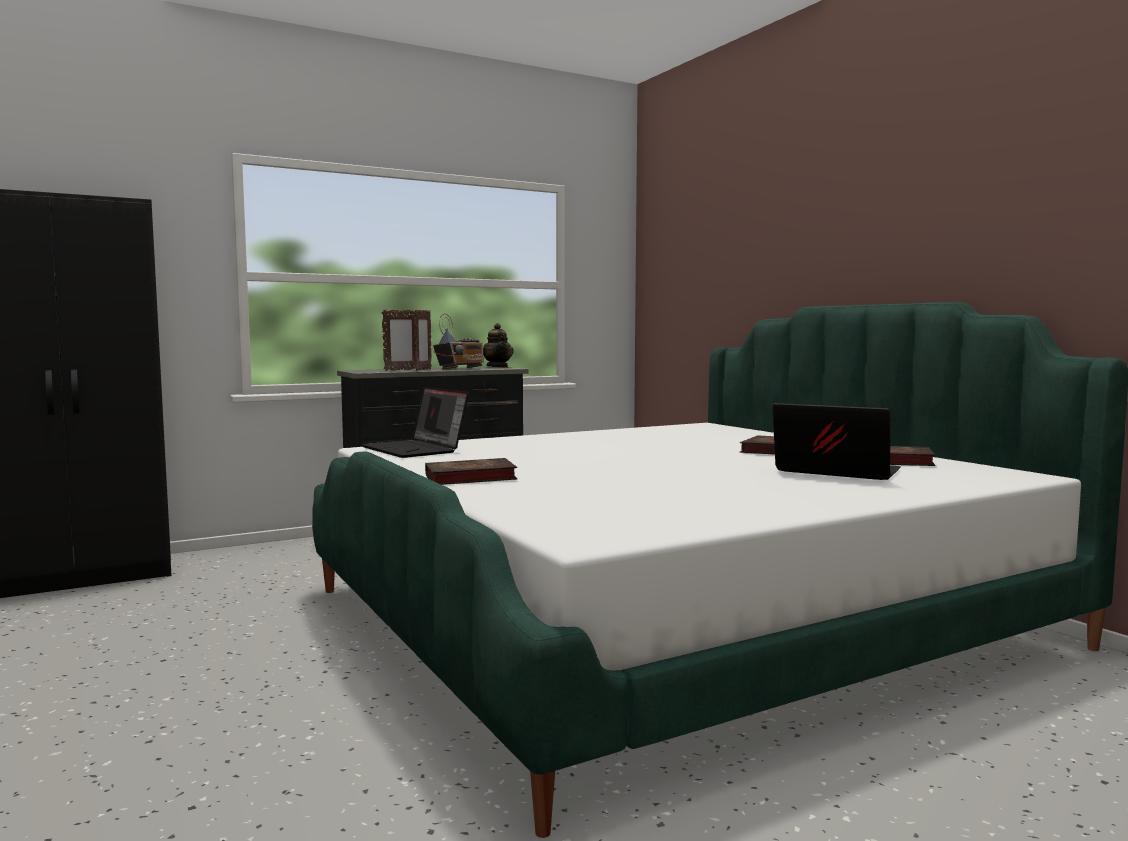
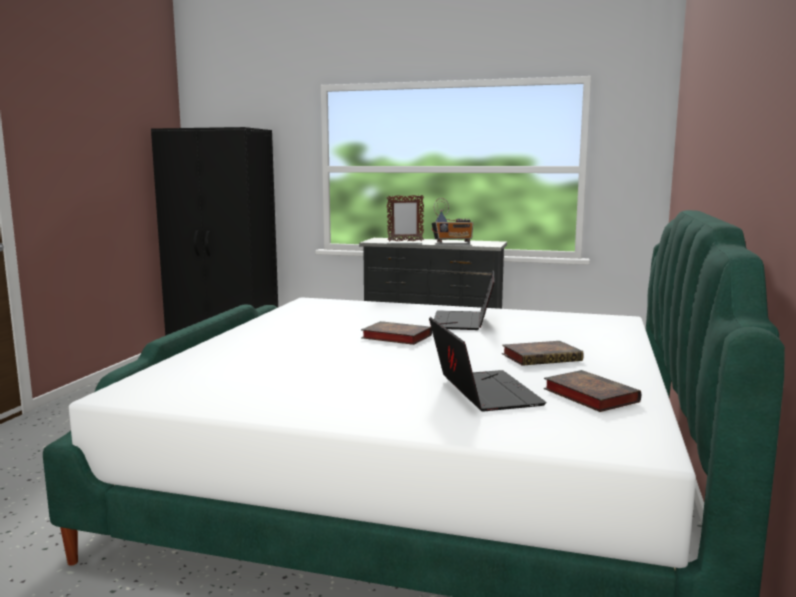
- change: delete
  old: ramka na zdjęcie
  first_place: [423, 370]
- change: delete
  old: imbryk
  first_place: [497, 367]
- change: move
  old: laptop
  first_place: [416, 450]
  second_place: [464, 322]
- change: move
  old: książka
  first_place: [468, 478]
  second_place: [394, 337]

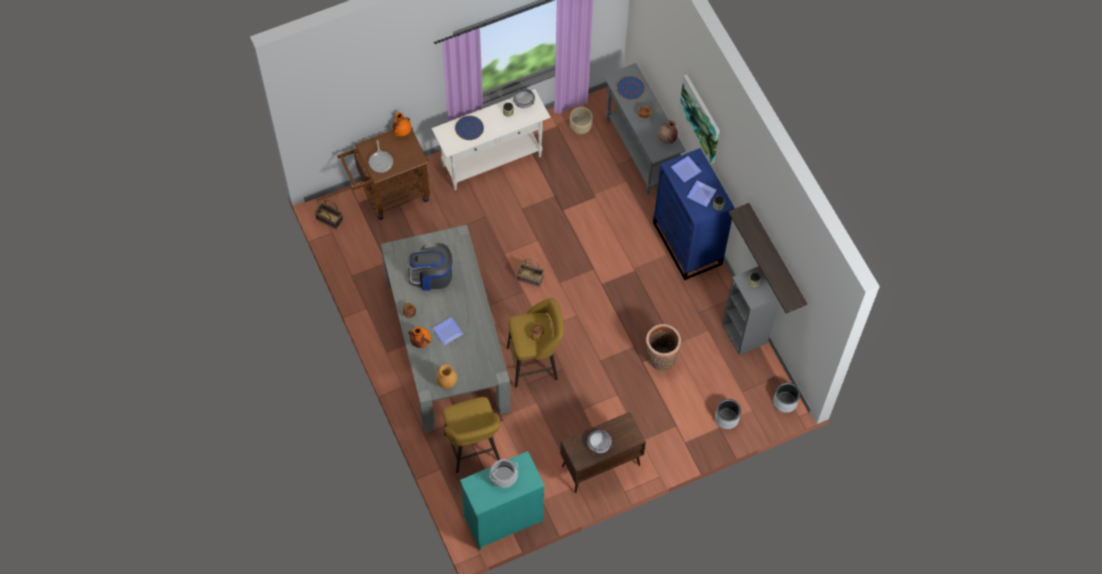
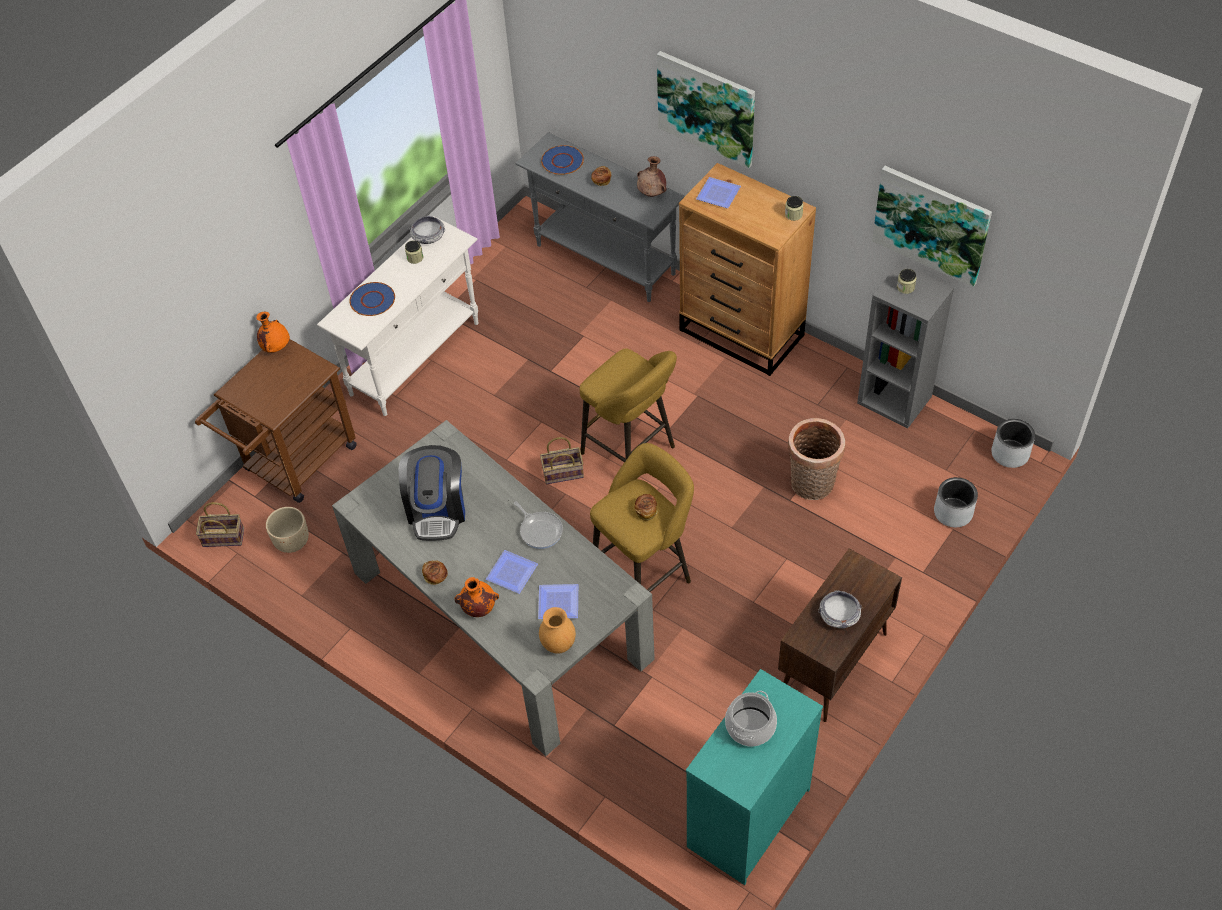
- change: move
  old: patelnia
  first_place: [381, 161]
  second_place: [540, 530]
- change: move
  old: stołek [żółty]
  first_place: [473, 450]
  second_place: [631, 453]
- change: move
  old: donica [beżowy]
  first_place: [581, 127]
  second_place: [292, 541]
- change: move
  old: talerz
  first_place: [702, 195]
  second_place: [560, 604]
- change: replace
  old: półka
  new: obraz
  first_place: [776, 258]
  second_place: [931, 224]
- change: recolor
  old: komoda [niebieski]
  new: komoda [brązowy]
  first_place: [687, 244]
  second_place: [742, 333]
- change: rotate
  old: ekspres do kawy
  first_place: [431, 275]
  second_place: [437, 509]
  degrees: -60

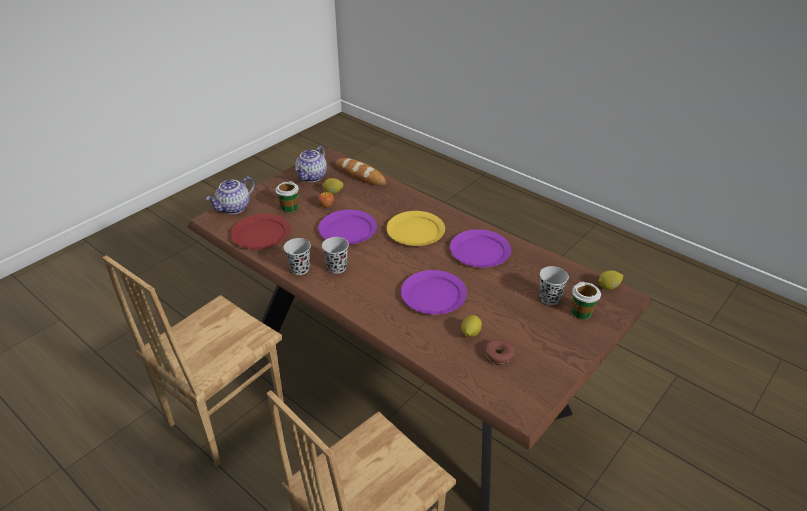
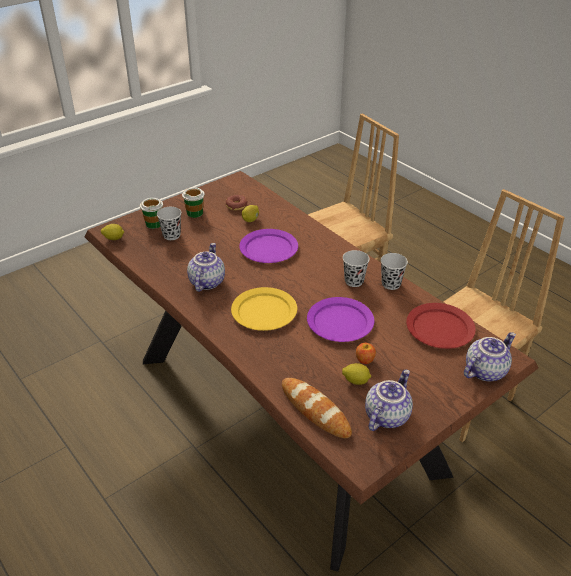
- change: move
  old: filiżanka
  first_place: [289, 207]
  second_place: [195, 213]
- change: replace
  old: talerz [fioletowy]
  new: imbryk
  first_place: [480, 251]
  second_place: [206, 282]

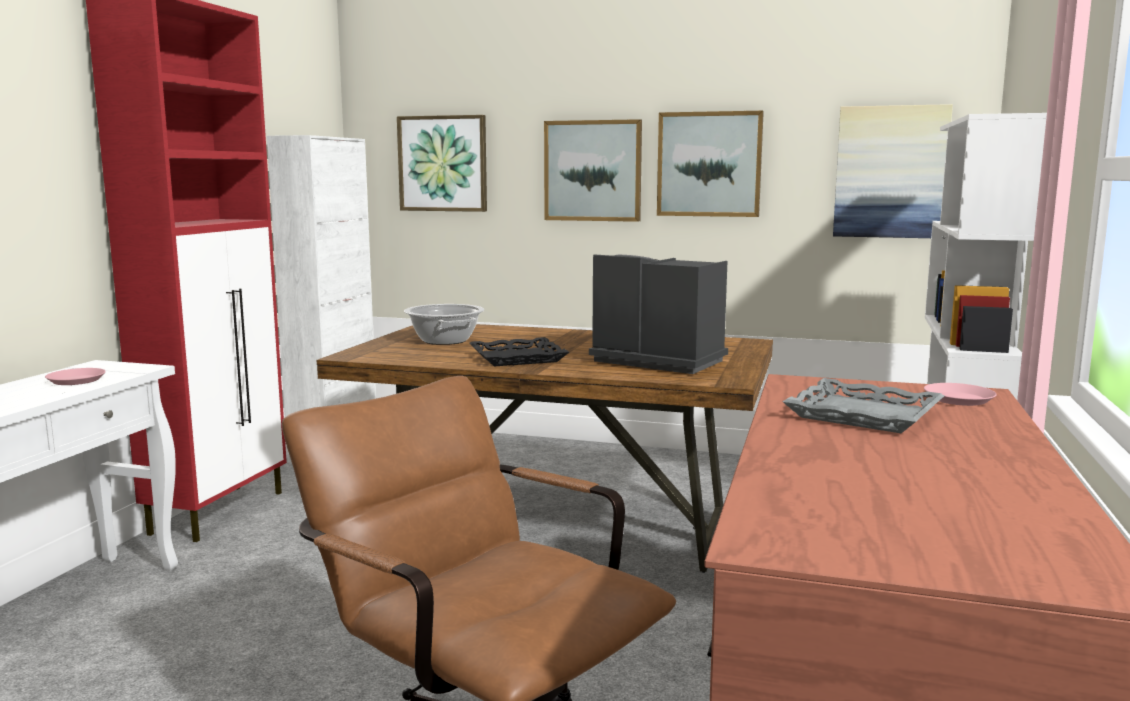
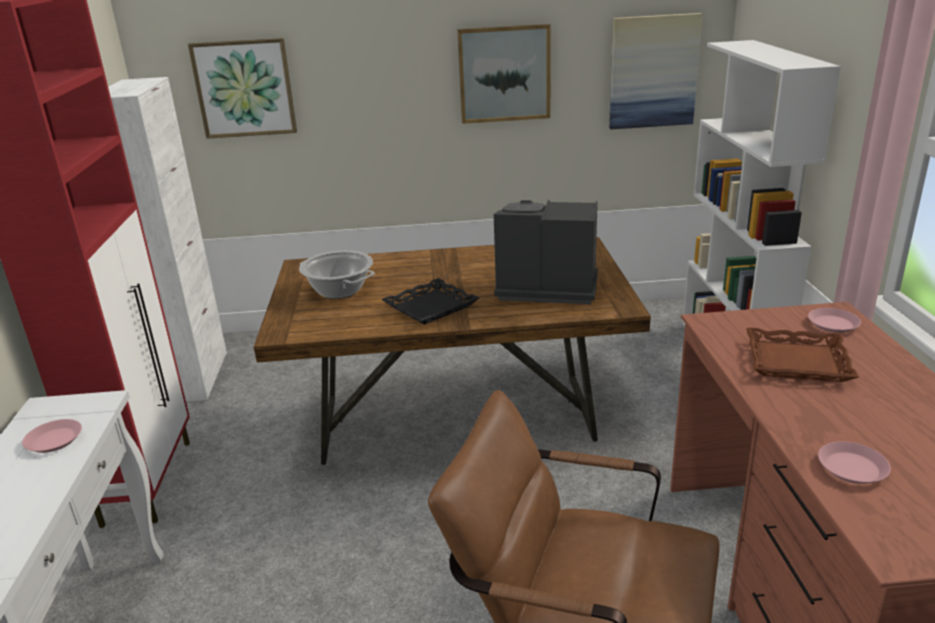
- change: delete
  old: obraz
  first_place: [593, 171]
- change: insert
  new: talerz [różowy]
  second_place: [851, 468]
- change: recolor
  old: taca [szary]
  new: taca [brązowy]
  first_place: [864, 414]
  second_place: [797, 361]

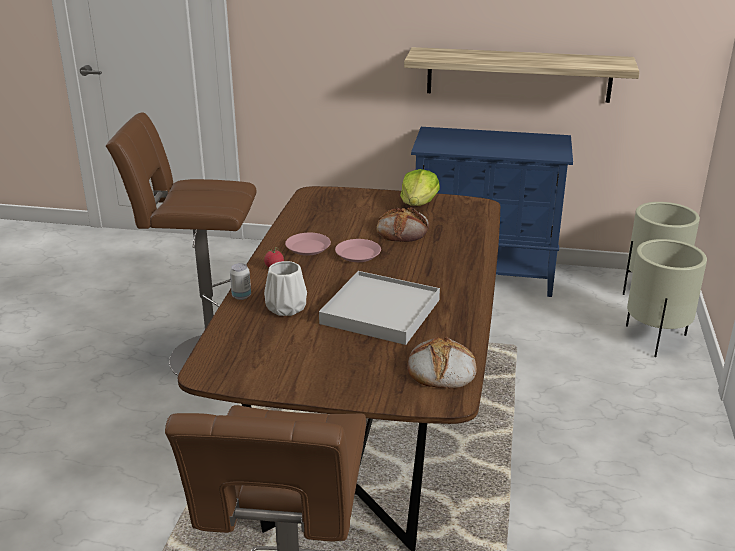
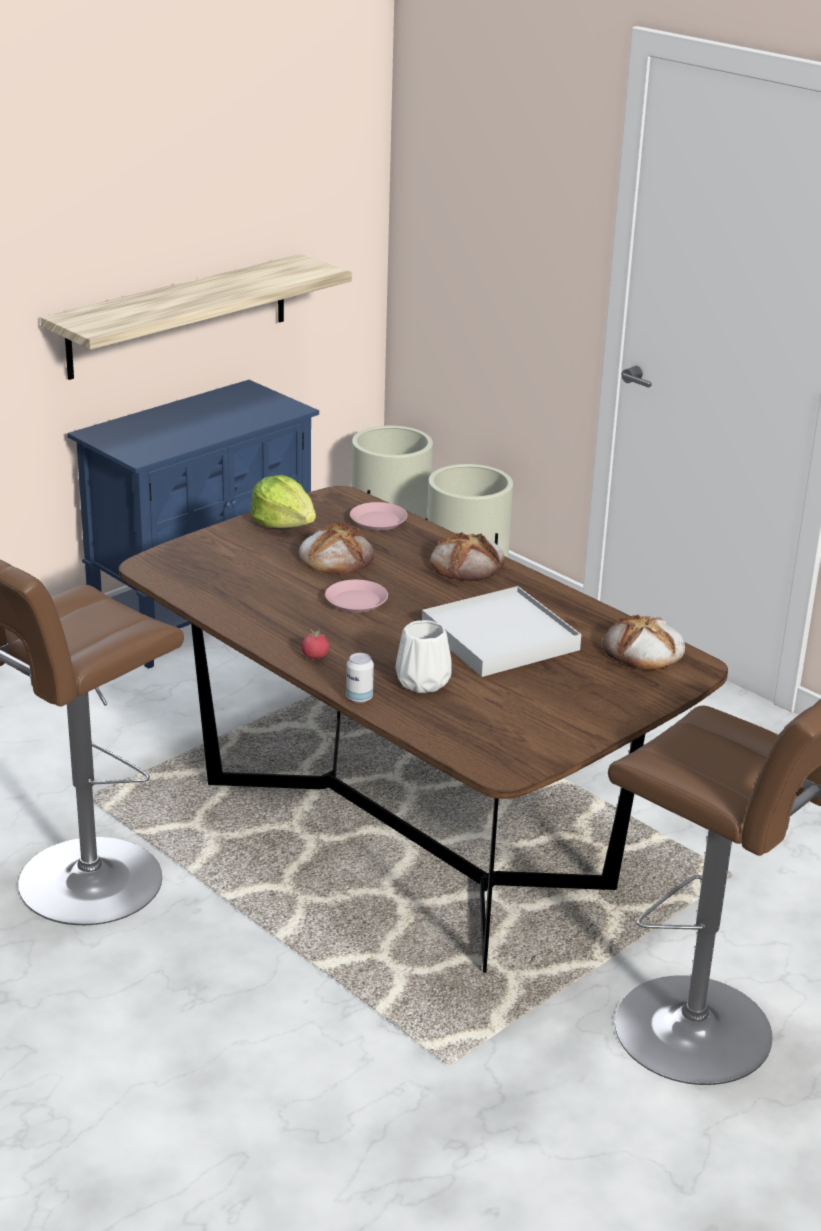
- change: insert
  new: chleb
  second_place: [467, 564]
- change: move
  old: talerz [różowy]
  first_place: [308, 248]
  second_place: [378, 521]

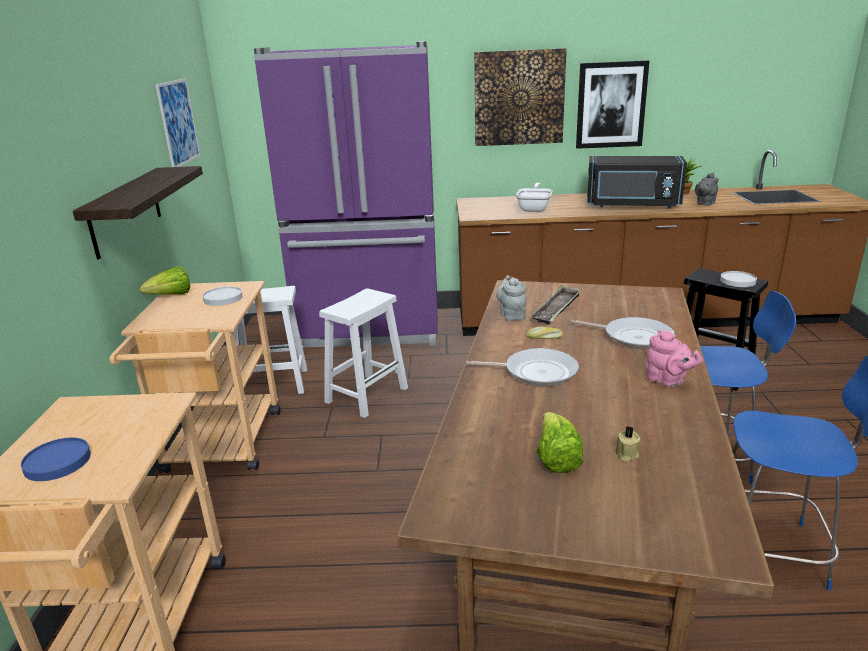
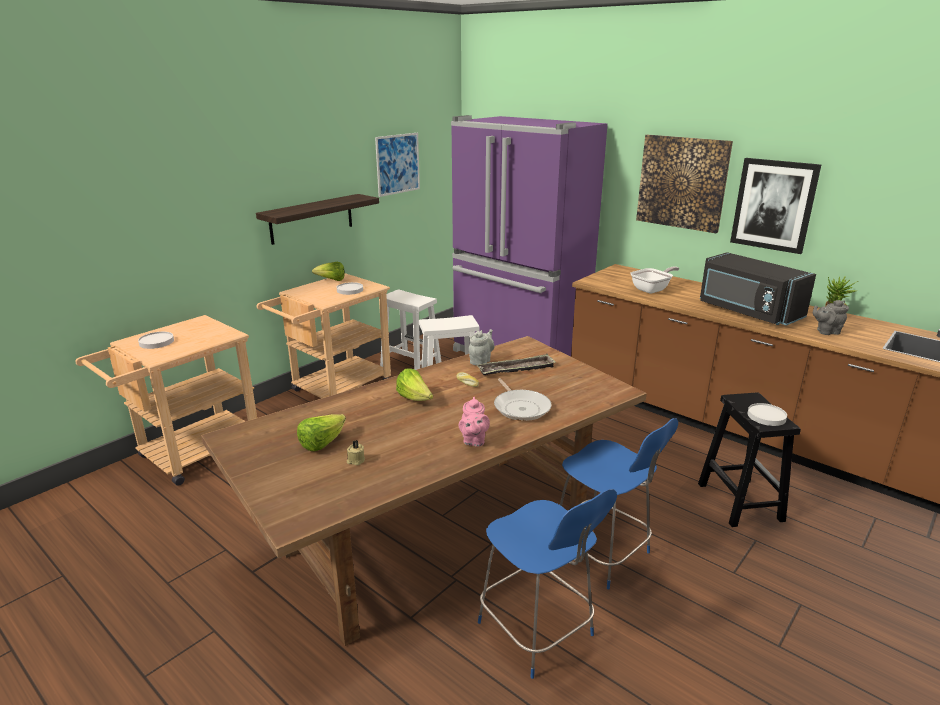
- change: replace
  old: patelnia
  new: sałata
  first_place: [536, 372]
  second_place: [415, 399]
- change: recolor
  old: talerz [niebieski]
  new: talerz [biały]
  first_place: [58, 462]
  second_place: [157, 342]

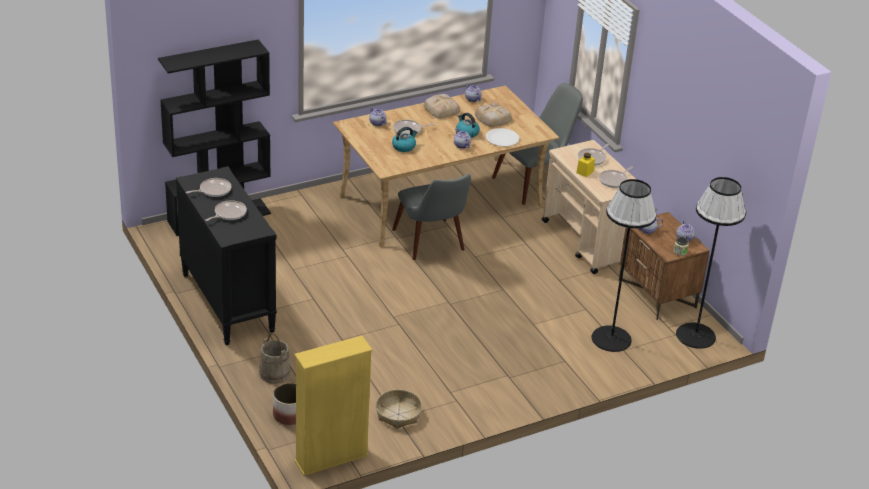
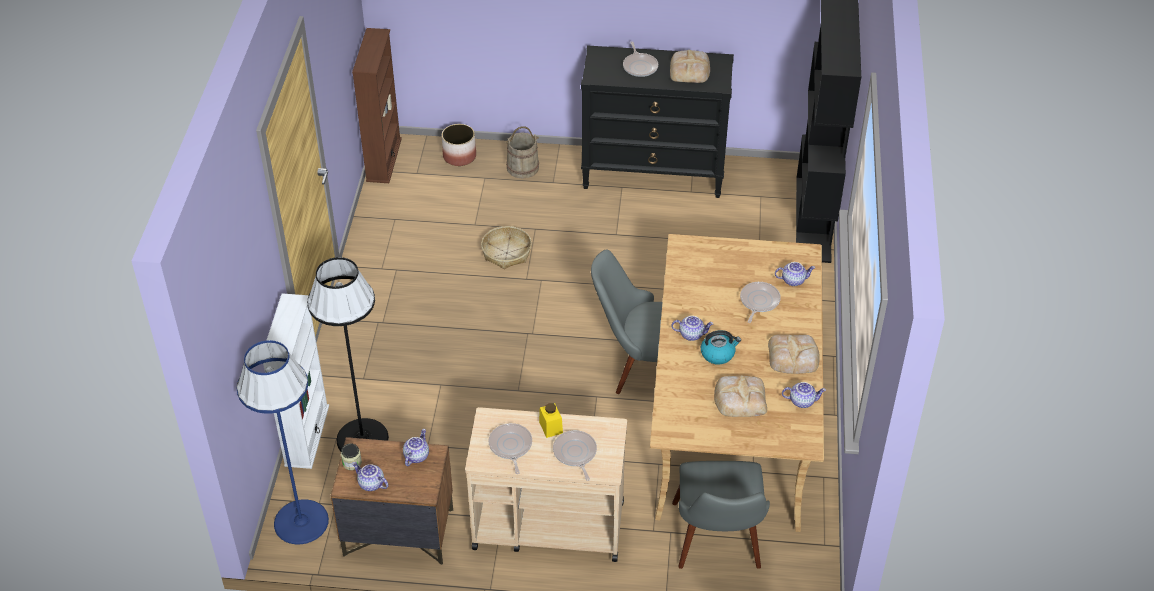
- change: delete
  old: czajnik
  first_place: [404, 147]
- change: delete
  old: talerz [biały]
  first_place: [502, 138]
- change: insert
  new: regał [biały]
  second_place: [306, 435]
- change: move
  old: koszyk
  first_place: [398, 414]
  second_place: [507, 253]
- change: replace
  old: patelnia
  new: chleb
  first_place: [213, 190]
  second_place: [690, 70]
- change: recolor
  old: regał [żółty]
  new: regał [brązowy]
  first_place: [331, 458]
  second_place: [383, 160]
- change: recolor
  old: lampa stojąca [czarny]
  new: lampa stojąca [niebieski]
  first_place: [696, 335]
  second_place: [301, 522]

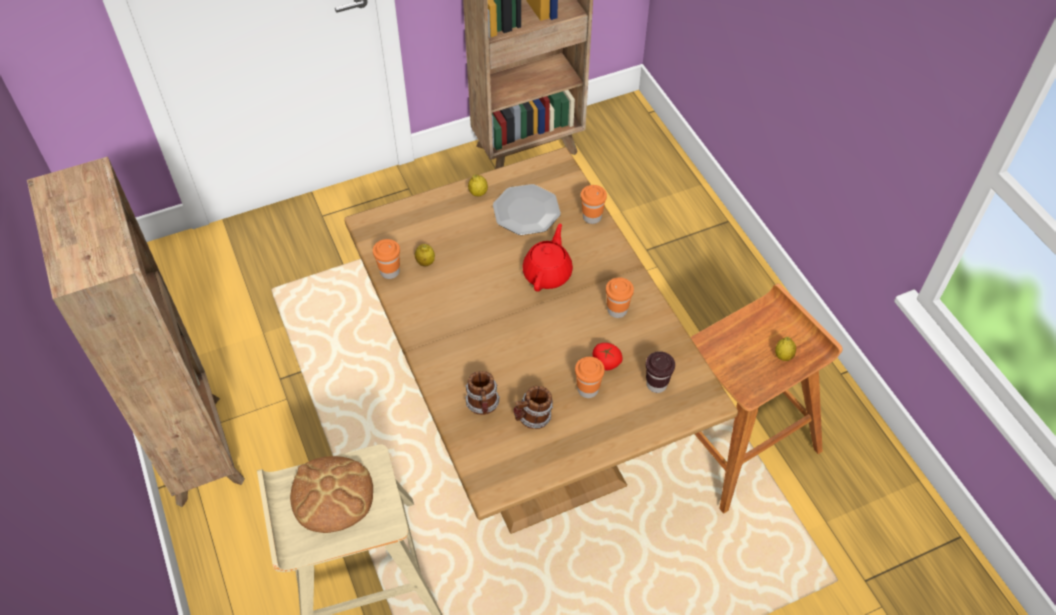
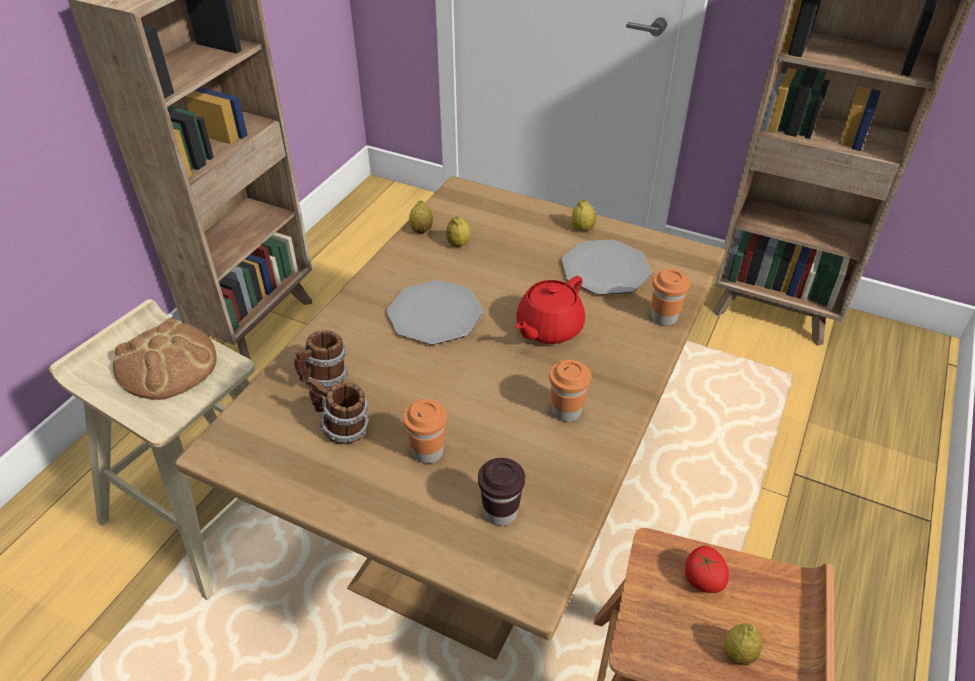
- change: insert
  new: talerz
  second_place: [435, 314]
- change: move
  old: pomidor
  first_place: [605, 363]
  second_place: [702, 579]
- change: replace
  old: filiżanka [pomarańczowy]
  new: cytryna
  first_place: [390, 272]
  second_place: [421, 230]
- change: rotate
  old: imbryk [czerwony]
  first_place: [548, 273]
  second_place: [548, 328]
  degrees: 150

